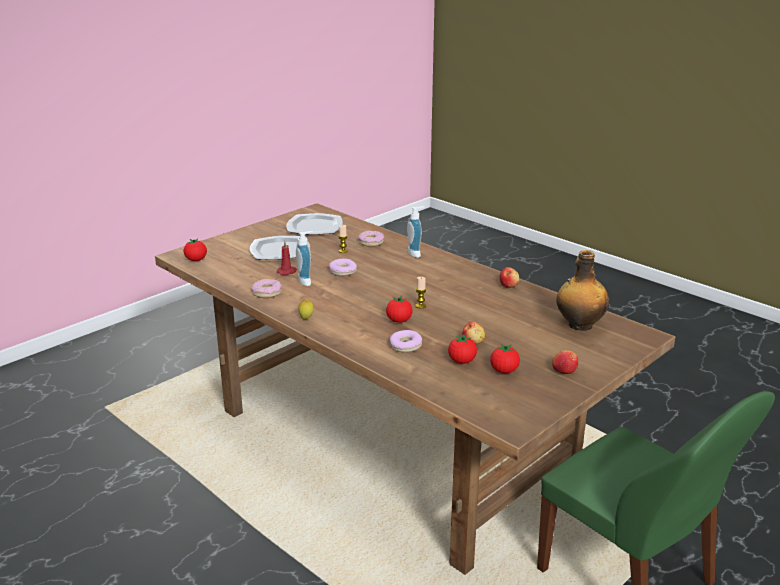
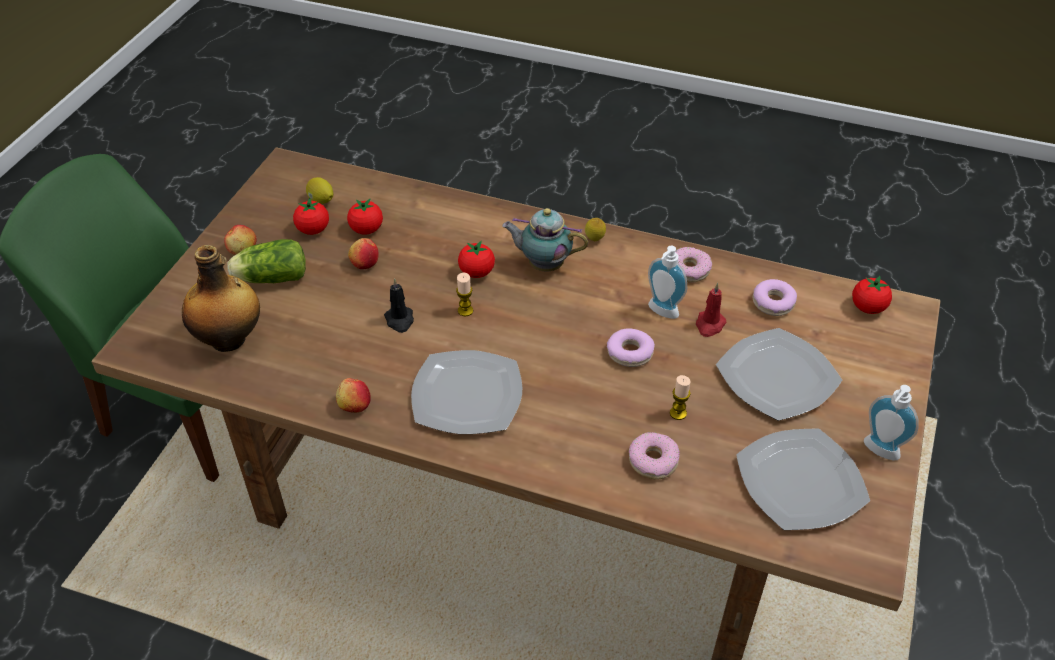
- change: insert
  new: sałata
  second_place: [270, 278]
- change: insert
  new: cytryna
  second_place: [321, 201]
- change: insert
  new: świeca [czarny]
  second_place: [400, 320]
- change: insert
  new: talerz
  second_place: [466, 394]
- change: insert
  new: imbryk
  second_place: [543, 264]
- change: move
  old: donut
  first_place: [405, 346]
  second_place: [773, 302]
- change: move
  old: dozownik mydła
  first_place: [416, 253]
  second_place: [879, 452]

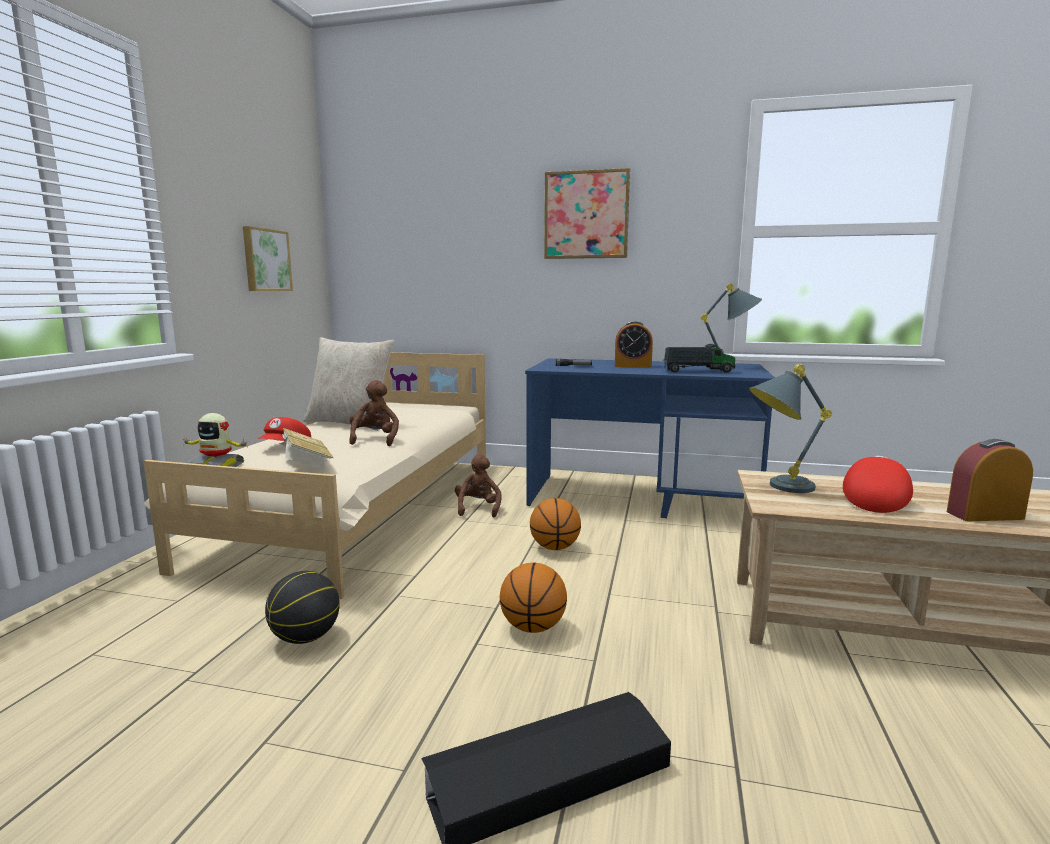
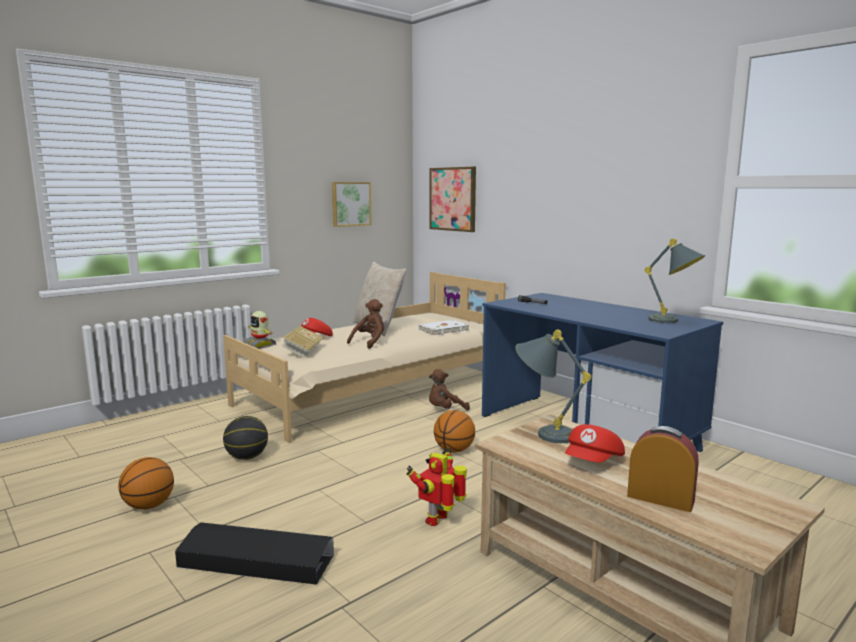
- change: delete
  old: budzik
  first_place: [632, 366]
- change: delete
  old: ciężarówka zabawkowa
  first_place: [697, 371]
- change: insert
  new: robot zabawkowy
  second_place: [439, 519]
- change: insert
  new: książka [biały]
  second_place: [443, 330]
- change: move
  old: piłka do koszykówki
  first_place: [532, 627]
  second_place: [148, 506]
- change: move
  old: obraz
  first_place: [586, 215]
  second_place: [453, 199]
- change: rotate
  old: pluszak [brązowy]
  first_place: [478, 508]
  second_place: [445, 410]
  degrees: -150
- change: rotate
  old: czapka z daszkiem [czerwony]
  first_place: [874, 500]
  second_place: [593, 462]
  degrees: 150

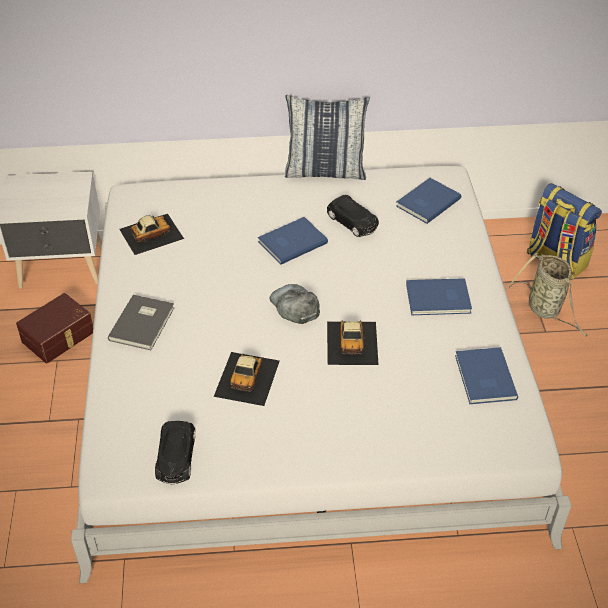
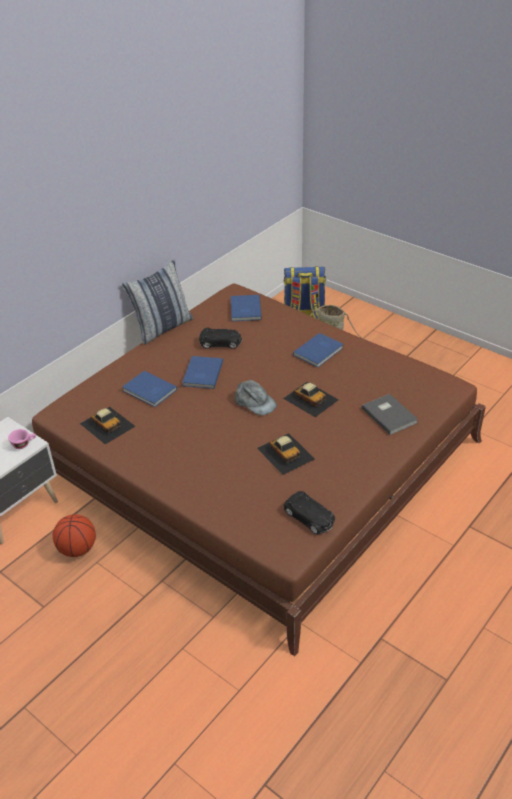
- change: insert
  new: filiżanka [różowy]
  second_place: [24, 444]
- change: move
  old: książka [szary]
  first_place: [144, 323]
  second_place: [390, 414]
- change: move
  old: książka [niebieski]
  first_place: [483, 378]
  second_place: [149, 391]
- change: replace
  old: pojemnik do przechowywania [brązowy]
  new: piłka do koszykówki
  first_place: [59, 337]
  second_place: [77, 549]
- change: recolor
  old: łóżko [biały]
  new: łóżko [brązowy]
  first_place: [303, 374]
  second_place: [258, 457]
- change: rotate
  old: samochodzik
  first_place: [151, 233]
  second_place: [107, 424]
  degrees: 120
- change: rotate
  old: czapka z daszkiem [szary]
  first_place: [295, 306]
  second_place: [255, 402]
  degrees: -150

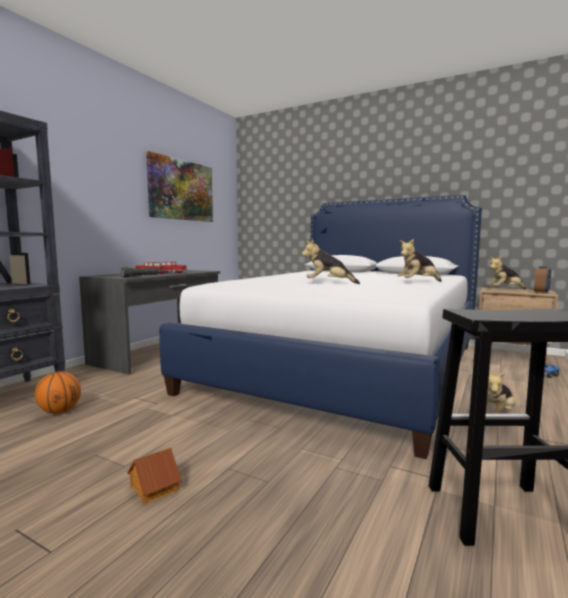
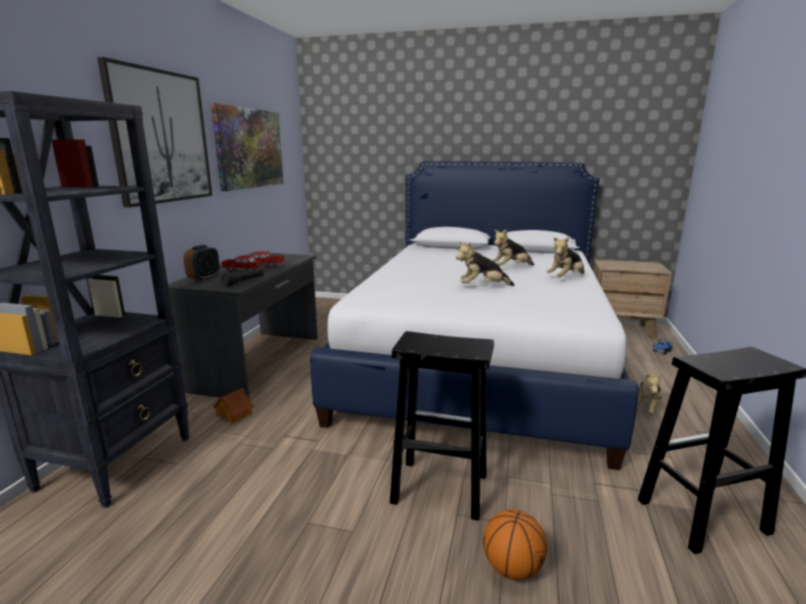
- change: insert
  new: obraz
  second_place: [161, 137]
- change: insert
  new: stołek [czarny]
  second_place: [438, 488]
- change: move
  old: piłka do koszykówki
  first_place: [59, 411]
  second_place: [512, 568]
- change: move
  old: domek
  first_place: [153, 488]
  second_place: [233, 414]
- change: move
  old: pluszak
  first_place: [505, 290]
  second_place: [511, 268]
- change: move
  old: budzik
  first_place: [541, 292]
  second_place: [204, 278]

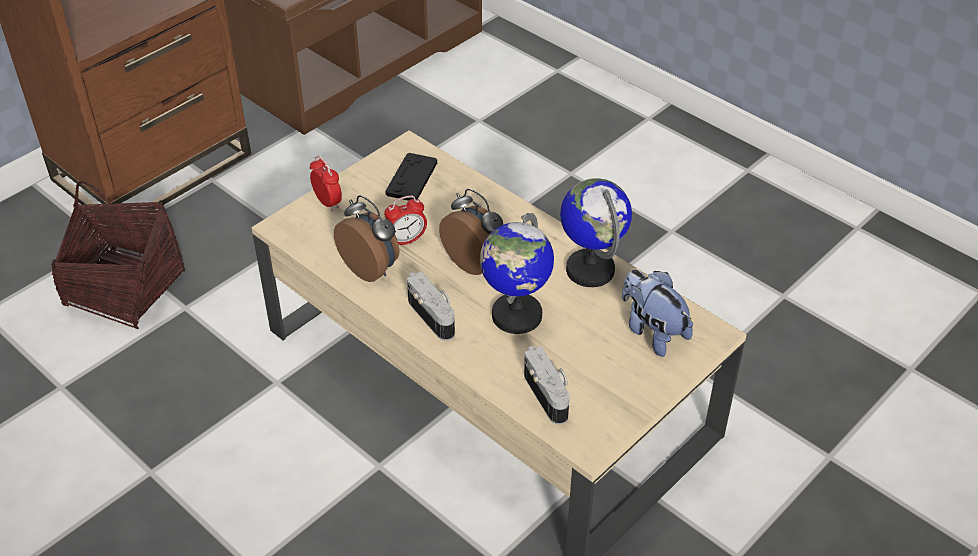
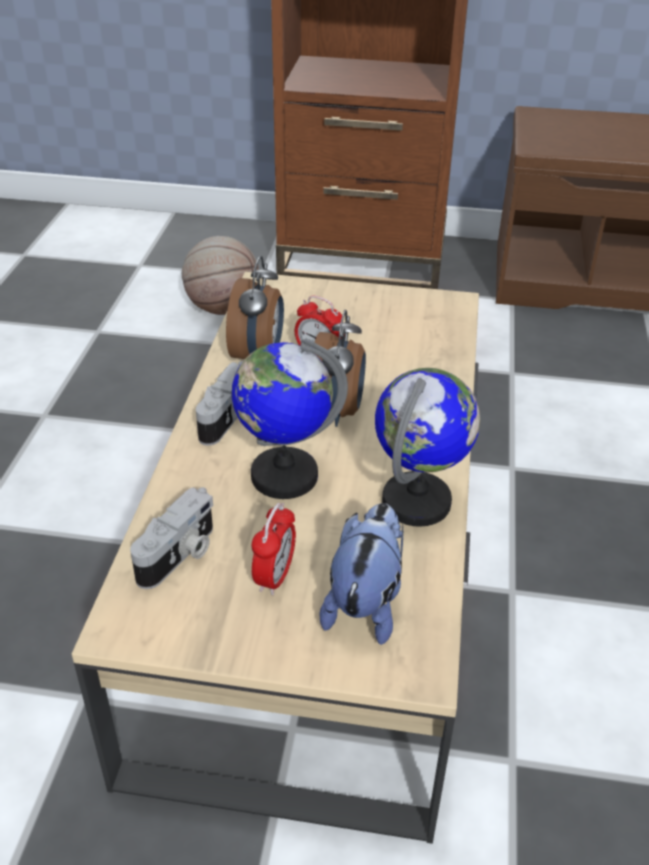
- change: delete
  old: pad do gier [czarny]
  first_place: [411, 178]
- change: move
  old: budzik
  first_place: [327, 202]
  second_place: [274, 577]
- change: replace
  old: koszyk
  new: piłka do koszykówki
  first_place: [125, 288]
  second_place: [223, 308]

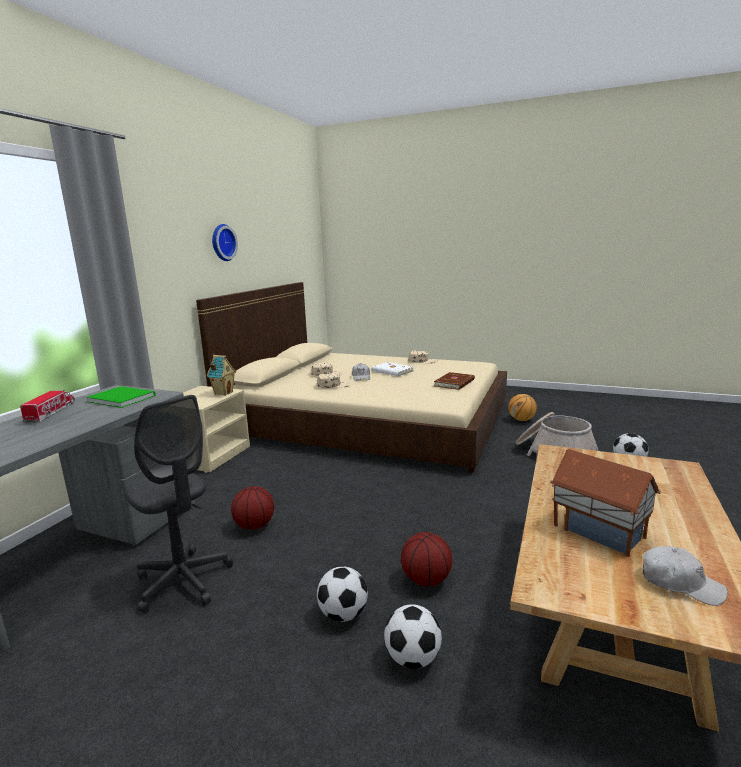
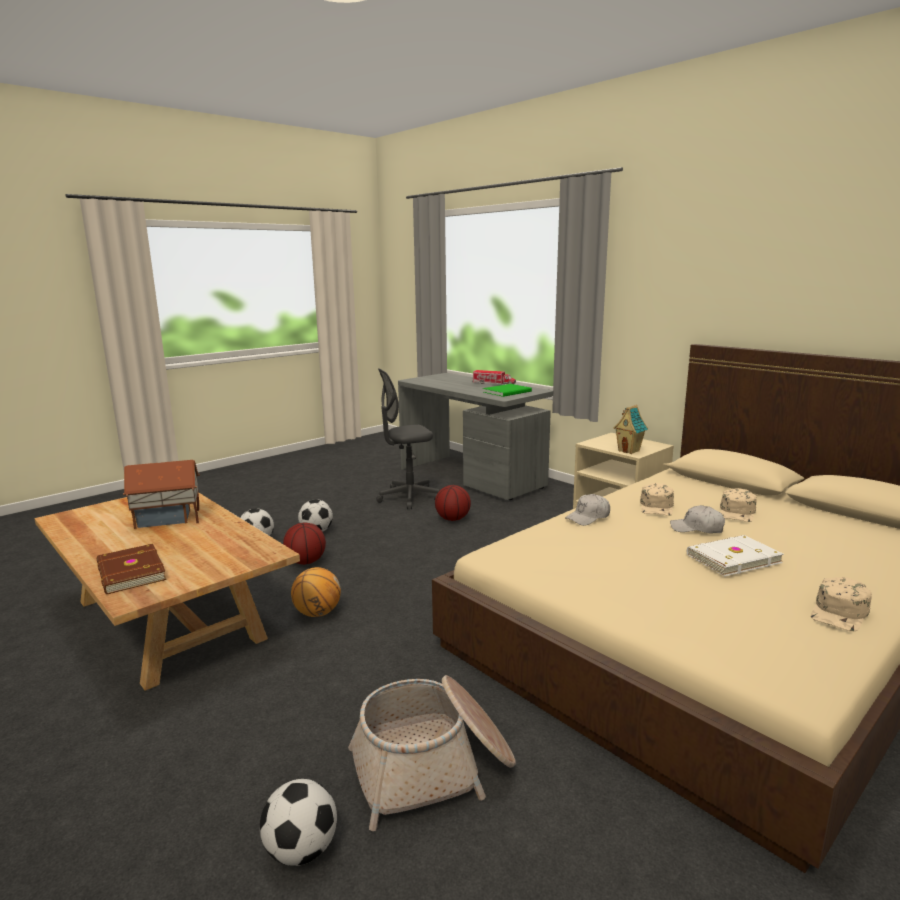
- change: delete
  old: zegar ścienny
  first_place: [222, 242]
- change: move
  old: książka [brązowy]
  first_place: [455, 383]
  second_place: [129, 573]
- change: move
  old: piłka do koszykówki
  first_place: [521, 420]
  second_place: [317, 613]
- change: move
  old: czapka z daszkiem [biały]
  first_place: [680, 583]
  second_place: [588, 517]

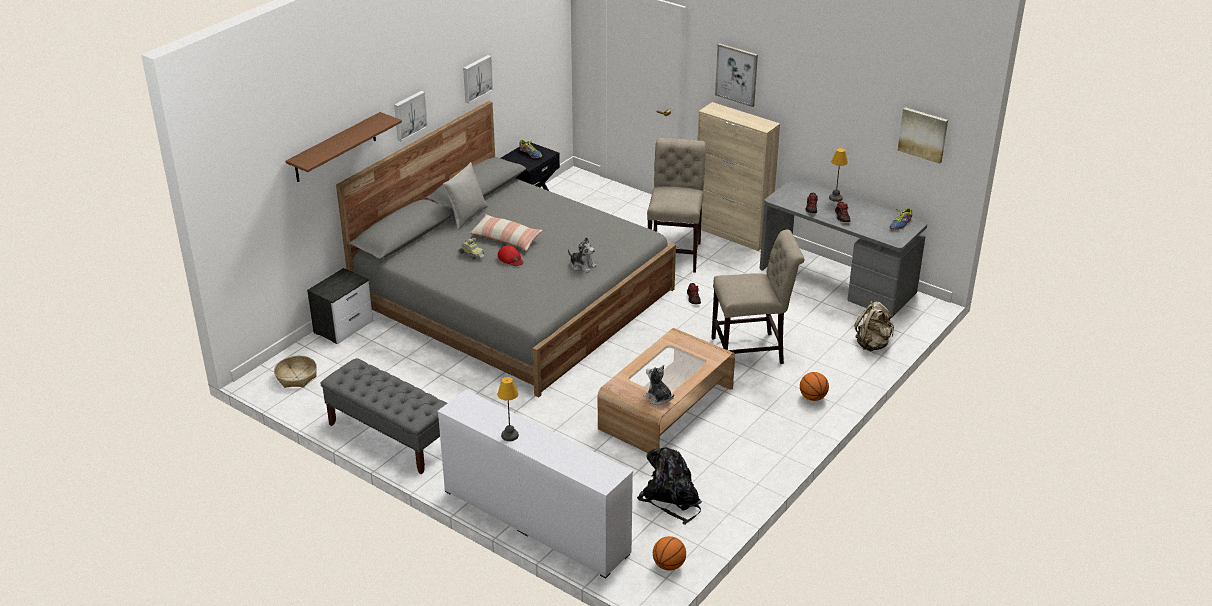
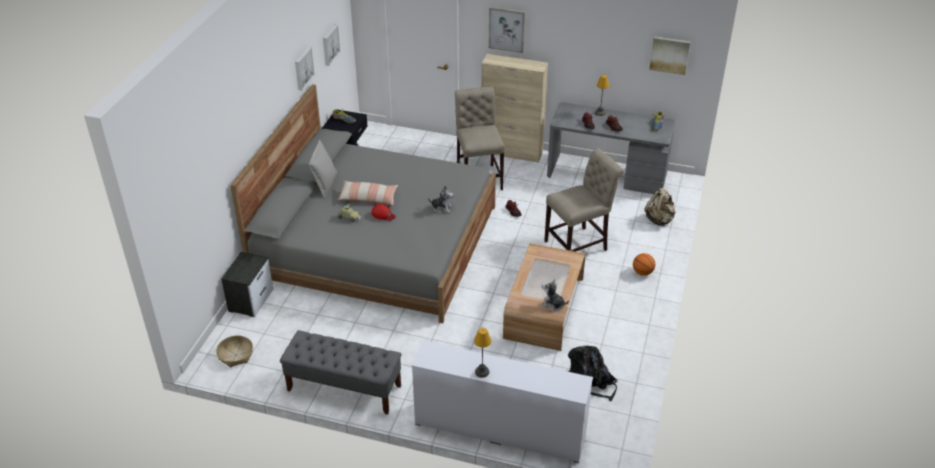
- change: delete
  old: półka [brązowy]
  first_place: [335, 148]
- change: delete
  old: piłka do koszykówki
  first_place: [669, 565]
- change: move
  old: obraz
  first_place: [409, 115]
  second_place: [330, 44]

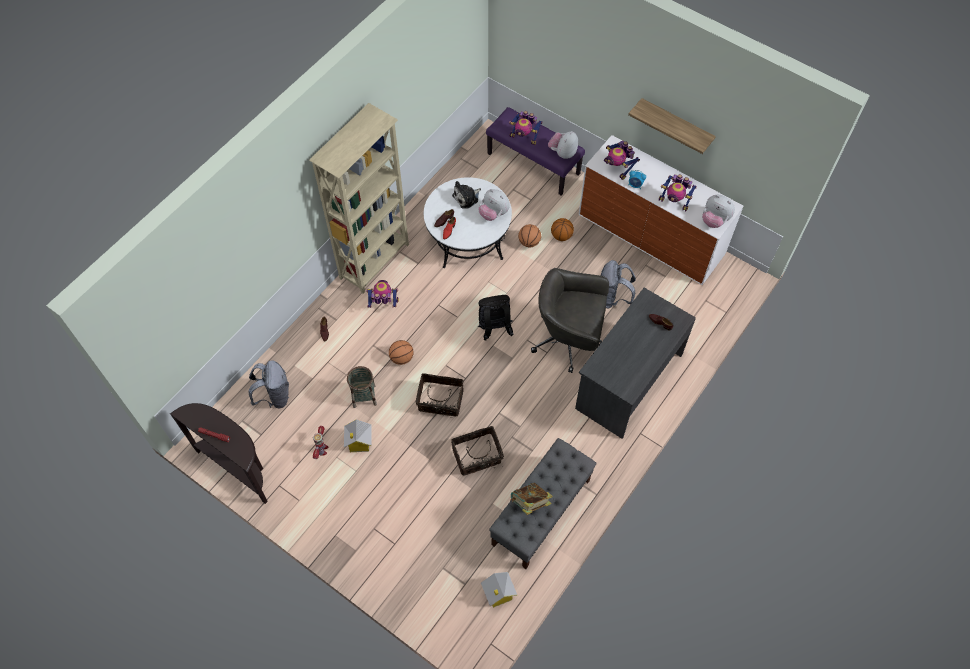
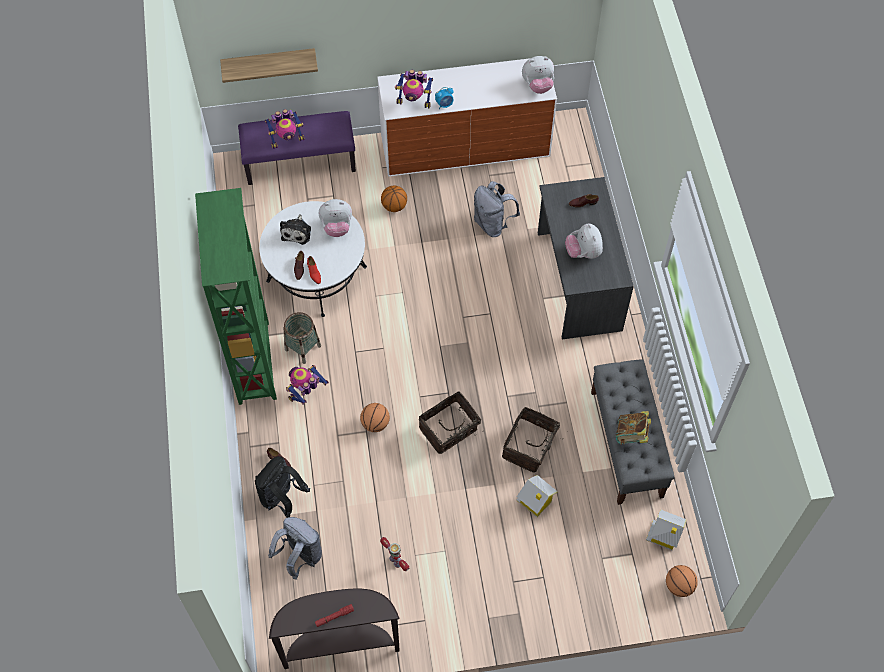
- change: delete
  old: krzesło biurowe [szary]
  first_place: [569, 340]
- change: delete
  old: robot zabawkowy
  first_place: [674, 202]
- change: move
  old: domek
  first_place: [359, 442]
  second_place: [535, 502]
- change: move
  old: koszyk
  first_place: [364, 396]
  second_place: [302, 348]
- change: move
  old: plecak [czarny]
  first_place: [494, 328]
  second_place: [282, 498]
- change: move
  old: piłka do koszykówki
  first_place: [529, 242]
  second_place: [679, 586]
- change: move
  old: pluszak
  first_place: [562, 153]
  second_place: [583, 252]
- change: move
  old: półka
  first_place: [676, 125]
  second_place: [269, 63]
- change: recolor
  old: regał [beżowy]
  new: regał [zielony]
  first_place: [375, 261]
  second_place: [255, 362]

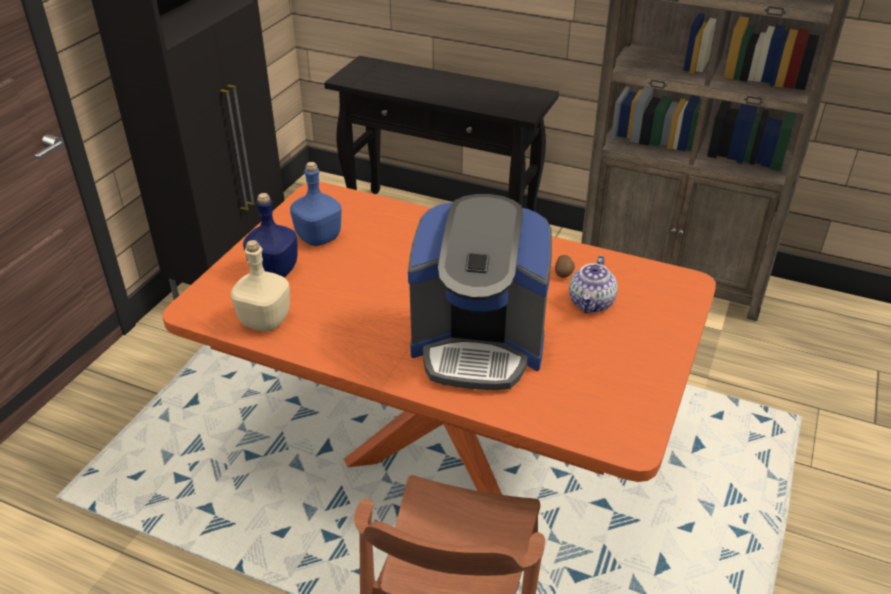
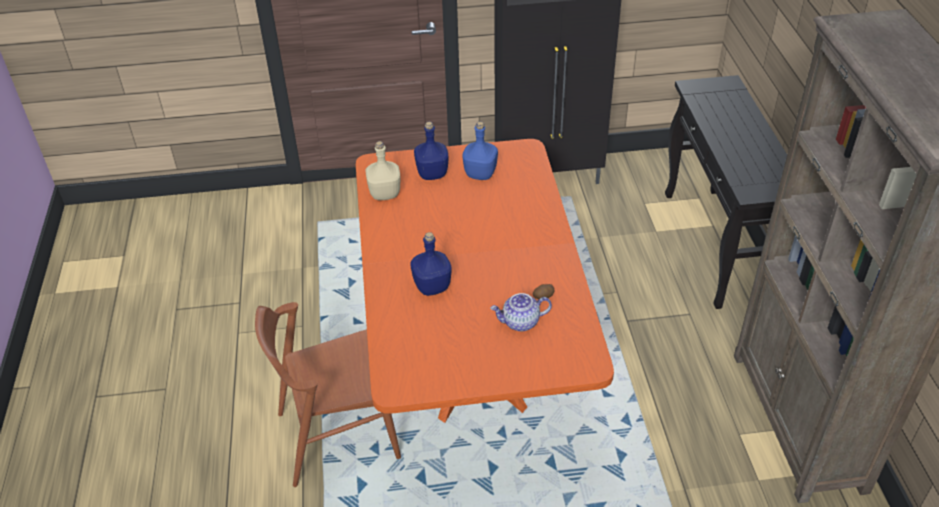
- change: replace
  old: ekspres do kawy
  new: butelka [niebieski]
  first_place: [478, 345]
  second_place: [432, 287]

